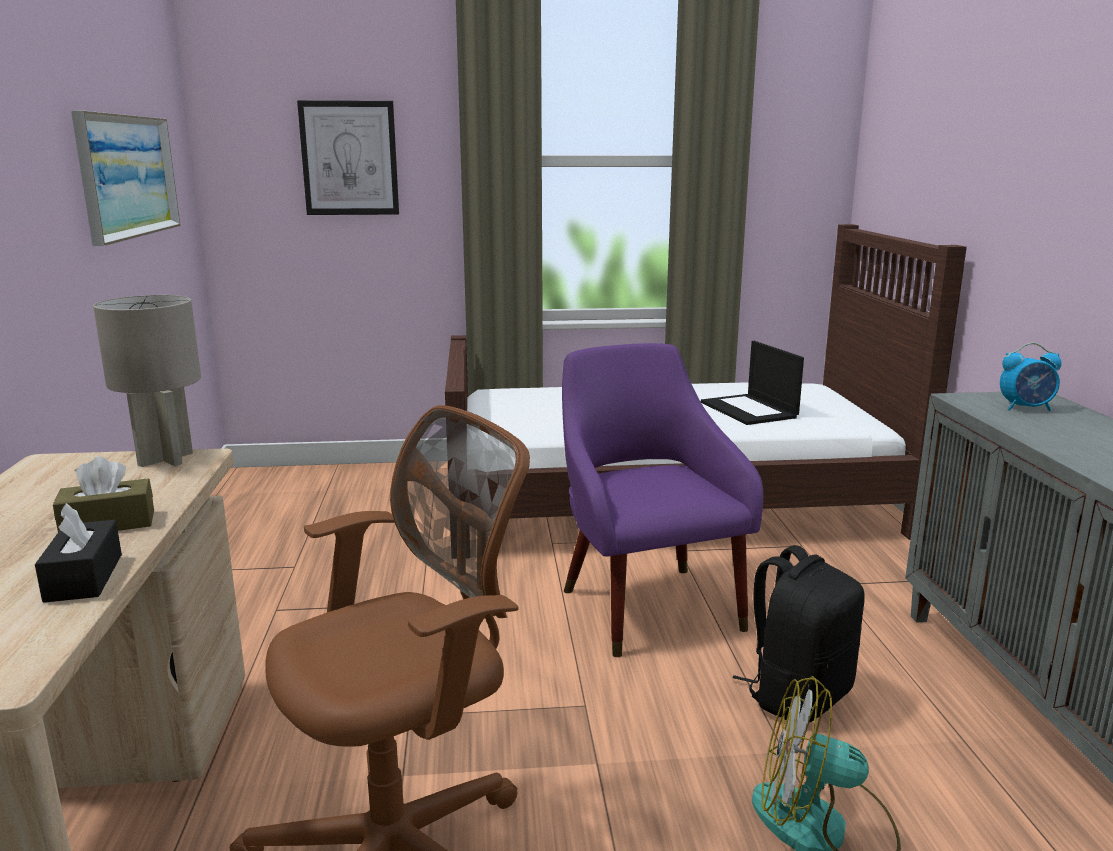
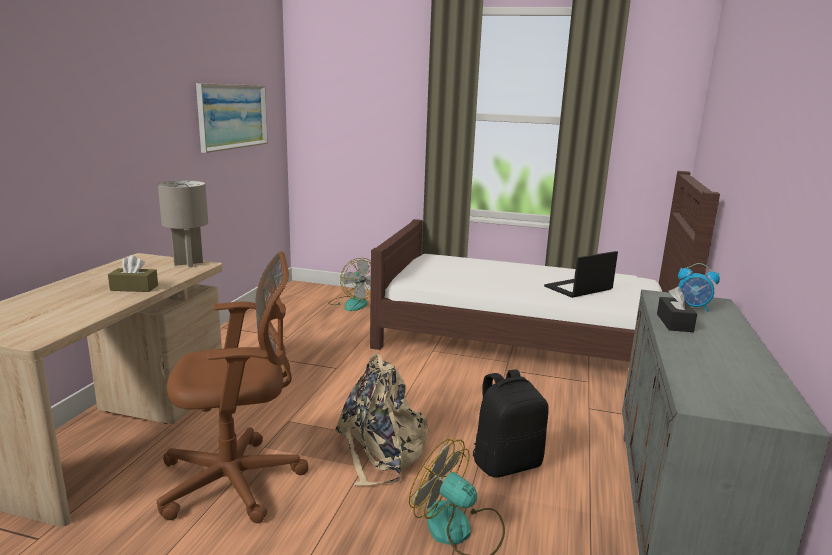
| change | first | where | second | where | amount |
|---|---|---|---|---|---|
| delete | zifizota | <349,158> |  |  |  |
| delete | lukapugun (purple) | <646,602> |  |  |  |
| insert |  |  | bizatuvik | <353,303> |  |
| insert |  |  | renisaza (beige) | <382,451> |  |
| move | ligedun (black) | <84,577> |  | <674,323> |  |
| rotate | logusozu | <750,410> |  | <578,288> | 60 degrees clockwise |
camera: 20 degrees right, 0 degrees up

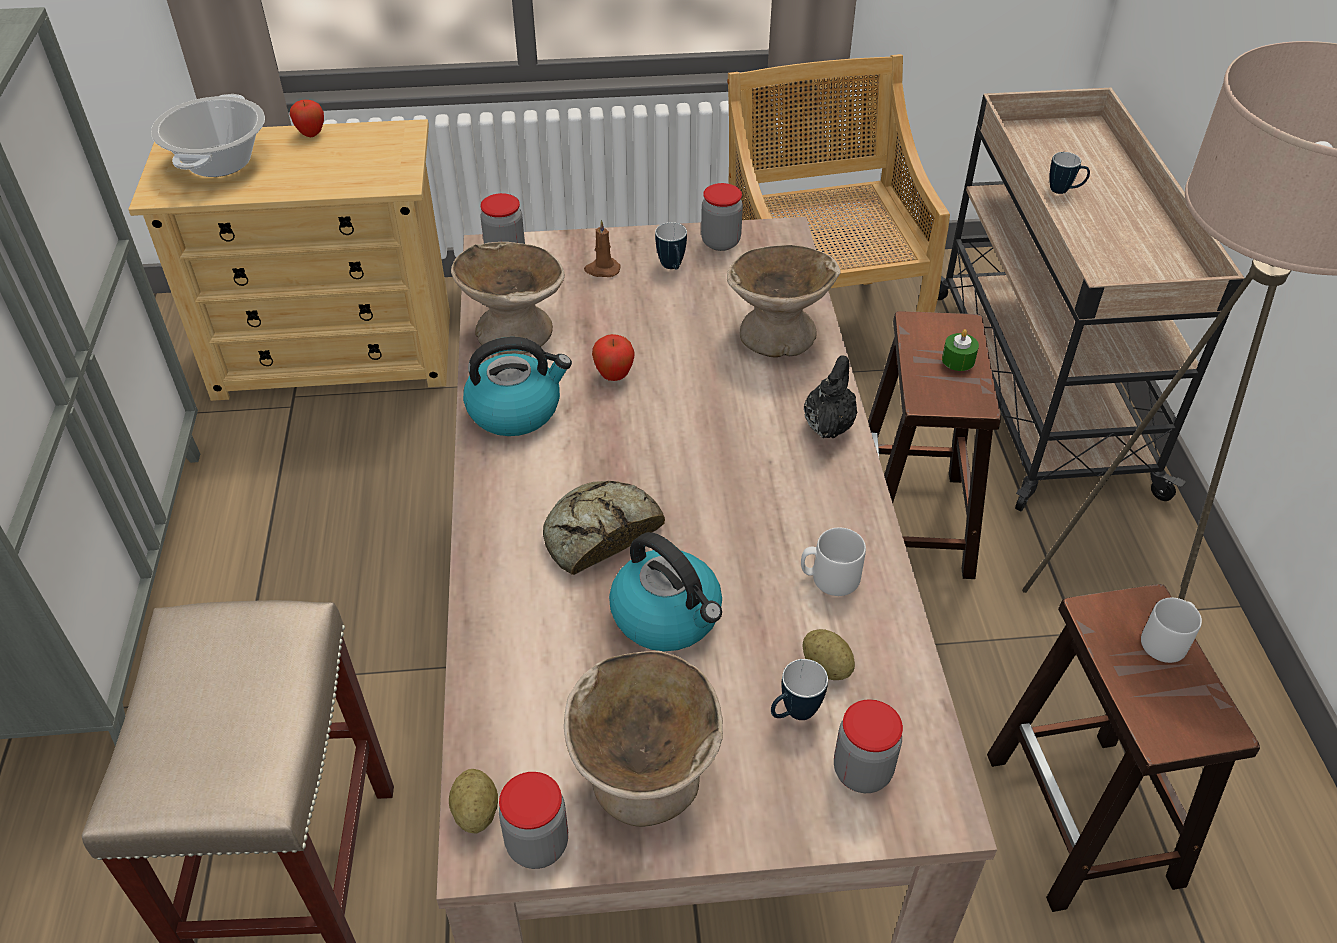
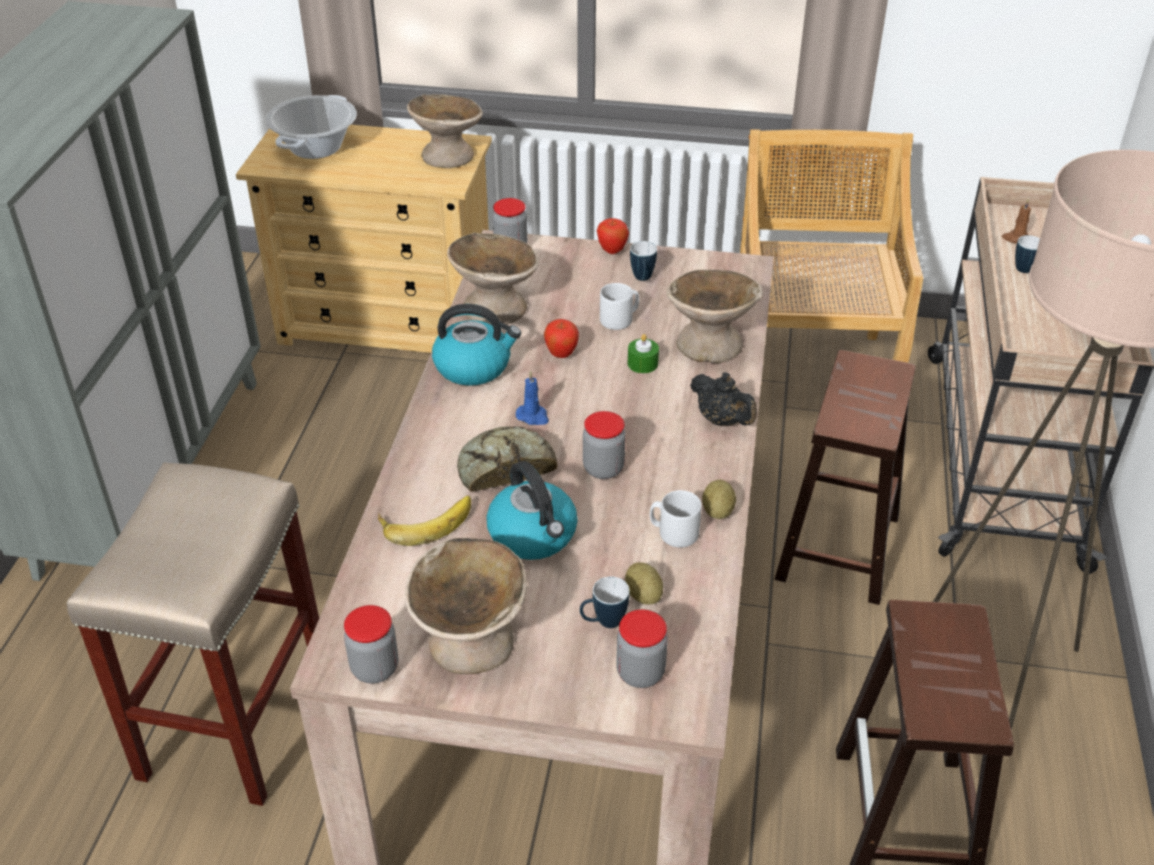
| change | first | where | second | where | amount |
|---|---|---|---|---|---|
| insert |  |  | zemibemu | <426,521> |  |
| insert |  |  | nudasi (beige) | <447,156> |  |
| insert |  |  | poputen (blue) | <533,416> |  |
| move | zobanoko | <311,134> |  | <612,251> |  |
| move | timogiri | <476,812> |  | <717,511> |  |
| move | poputen (brown) | <602,270> |  | <1016,239> |  |
| move | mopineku | <720,242> |  | <603,468> |  |
| move | poputen (green) | <958,360> |  | <642,363> |  |
| move | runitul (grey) | <1166,641> |  | <619,319> |  |
| rotate | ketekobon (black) | <828,425> |  | <722,420> | 105 degrees clockwise |
camera: 15 degrees right, 5 degrees down

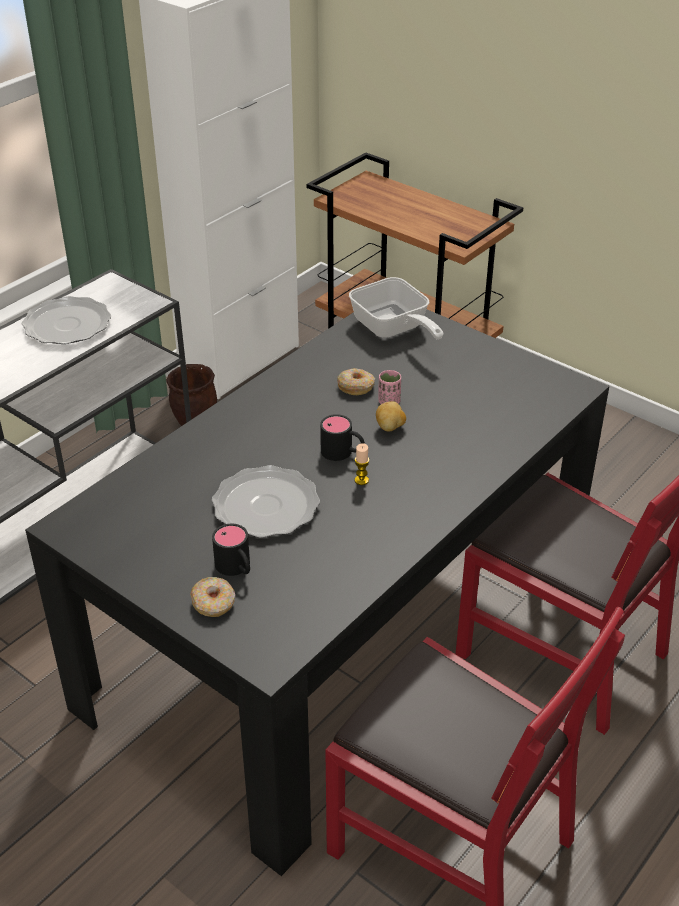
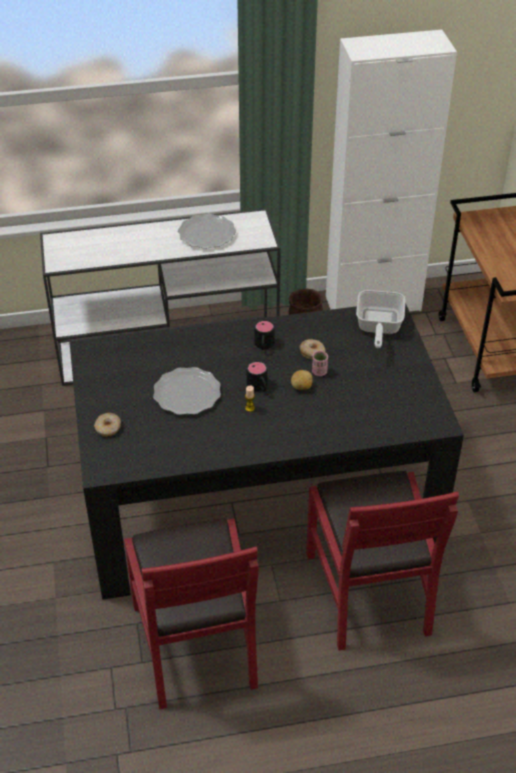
| change | first | where | second | where | amount |
|---|---|---|---|---|---|
| move | runitul (black) | <236,568> |  | <263,345> |  |
camera: 40 degrees right, 5 degrees up

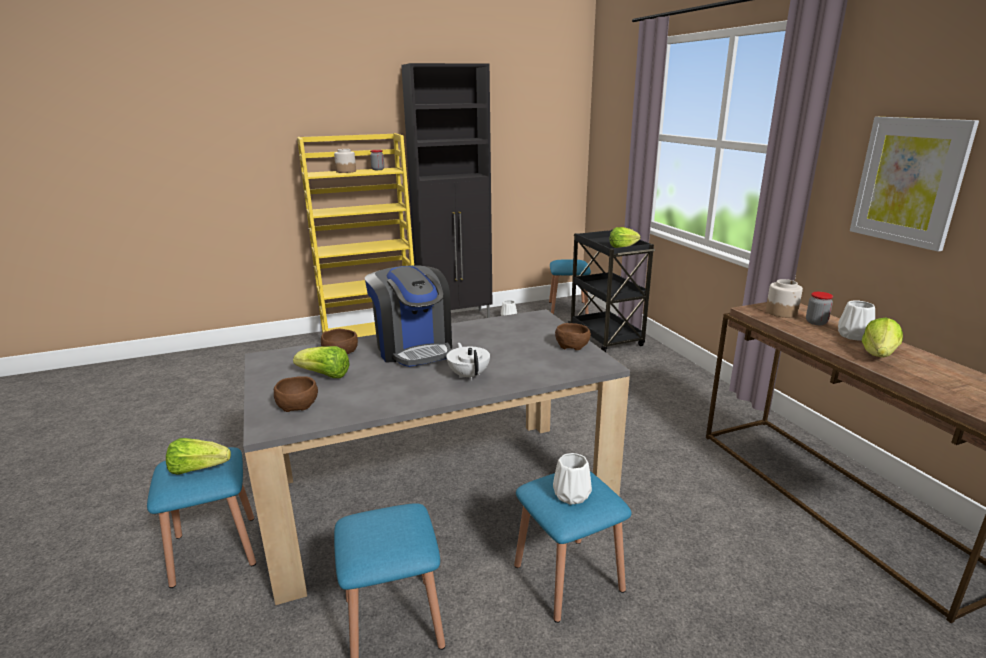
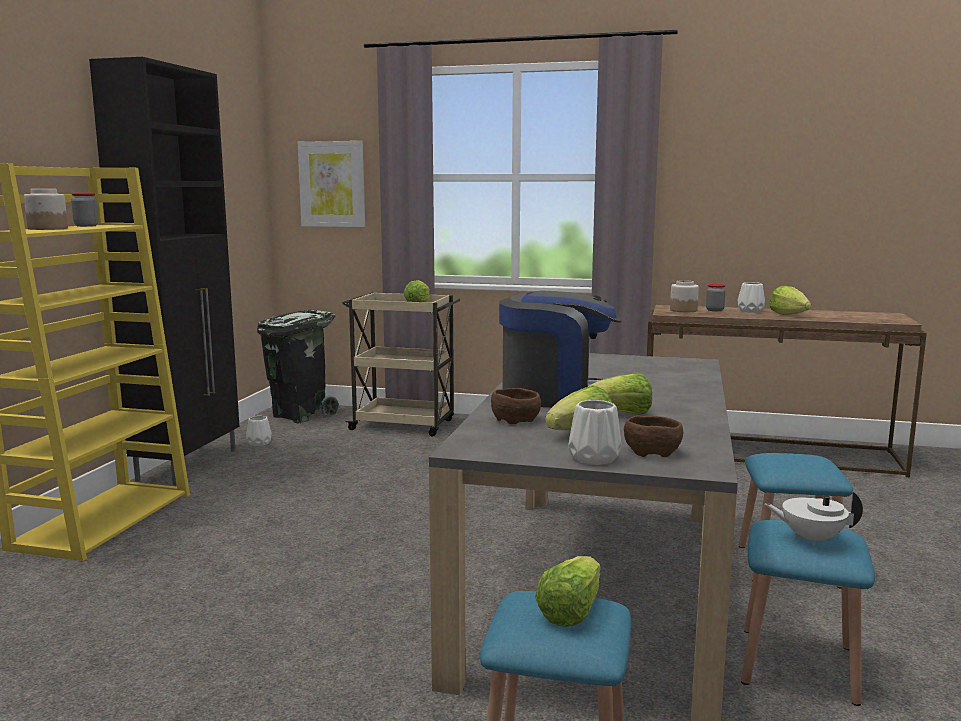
| change | first | where | second | where | amount |
|---|---|---|---|---|---|
| delete | nudasi (brown) | <571,345> |  |  |  |
| insert |  |  | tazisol | <619,415> |  |
| move | ketekobon (white) | <469,375> |  | <811,538> |  |
| move | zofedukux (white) | <570,494> |  | <593,458> |  |
| move | zifizota | <909,181> |  | <332,184> |  |
| replace | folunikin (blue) | <568,308> | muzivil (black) | <300,415> |  |
| recolor | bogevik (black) | <606,338> | bogevik (beige) | <404,425> |  |
camera: 55 degrees left, 10 degrees down

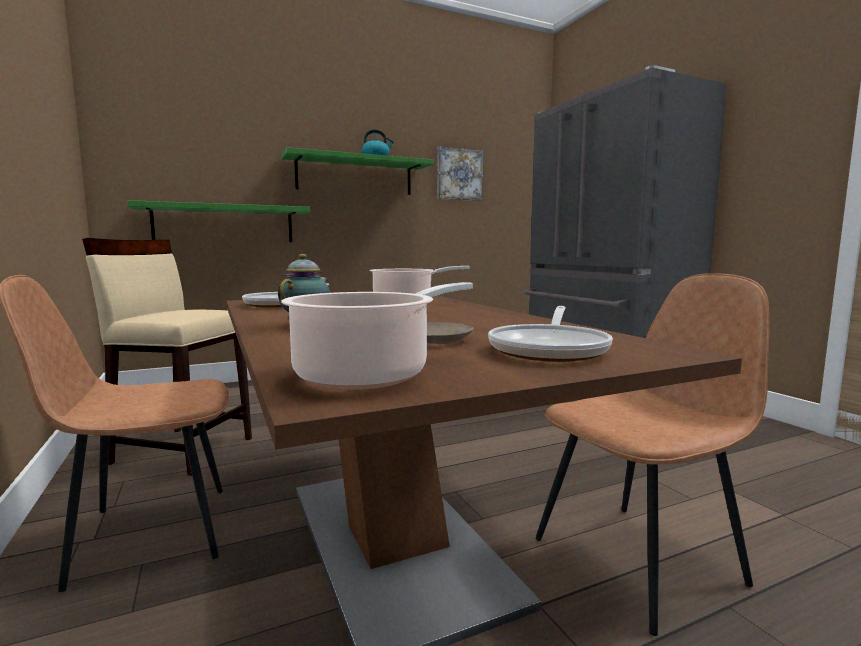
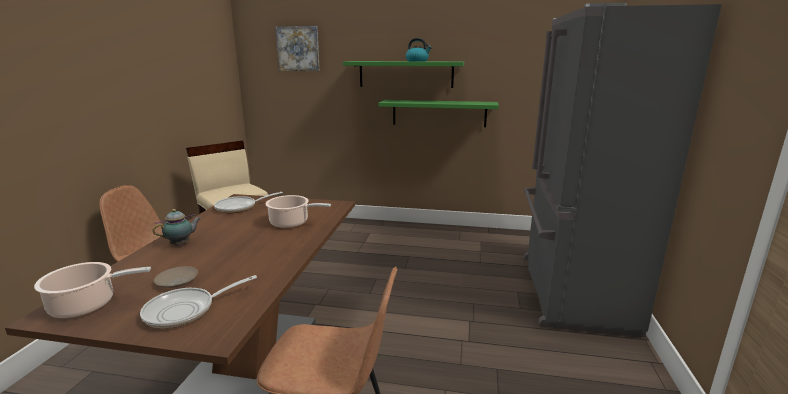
| change | first | where | second | where | amount |
|---|---|---|---|---|---|
| move | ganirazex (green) | <224,224> |  | <439,113> |  |
| move | zifizota | <459,174> |  | <298,48> |  |
camera: 35 degrees right, 10 degrees up

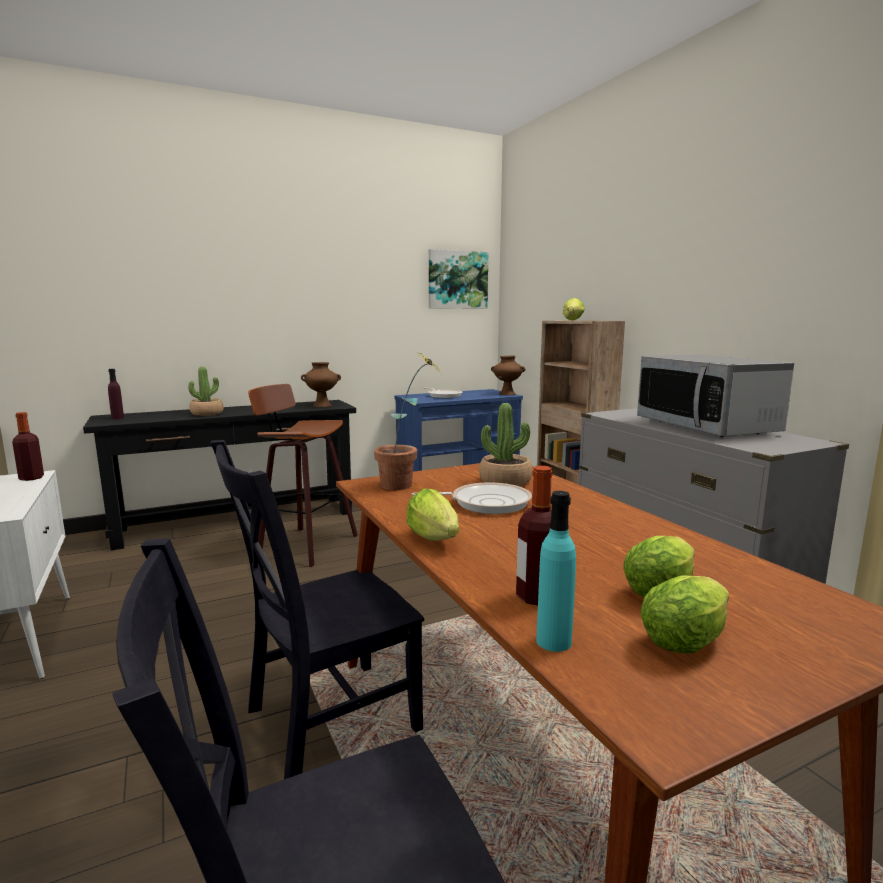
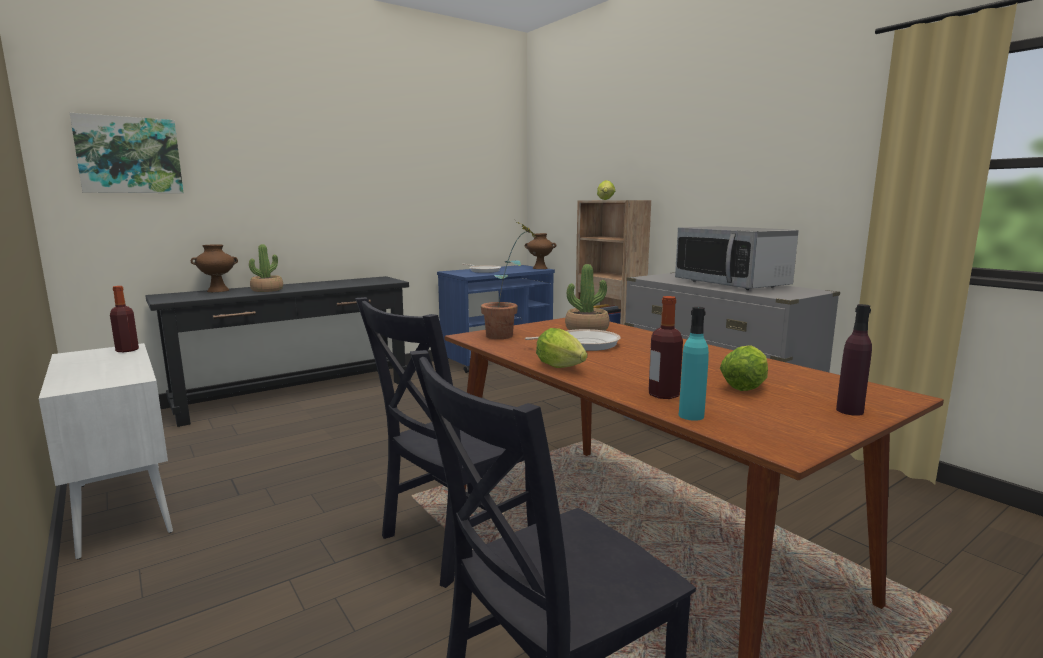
| change | first | where | second | where | amount |
|---|---|---|---|---|---|
| delete | folunikin | <304,545> |  |  |  |
| delete | tazisol | <688,639> |  |  |  |
| move | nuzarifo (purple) | <117,418> |  | <849,411> |  |
| move | zofedukux (brown) | <322,405> |  | <218,290> |  |
| move | zifizota | <457,280> |  | <129,155> |  |
camera: 10 degrees left, 0 degrees up

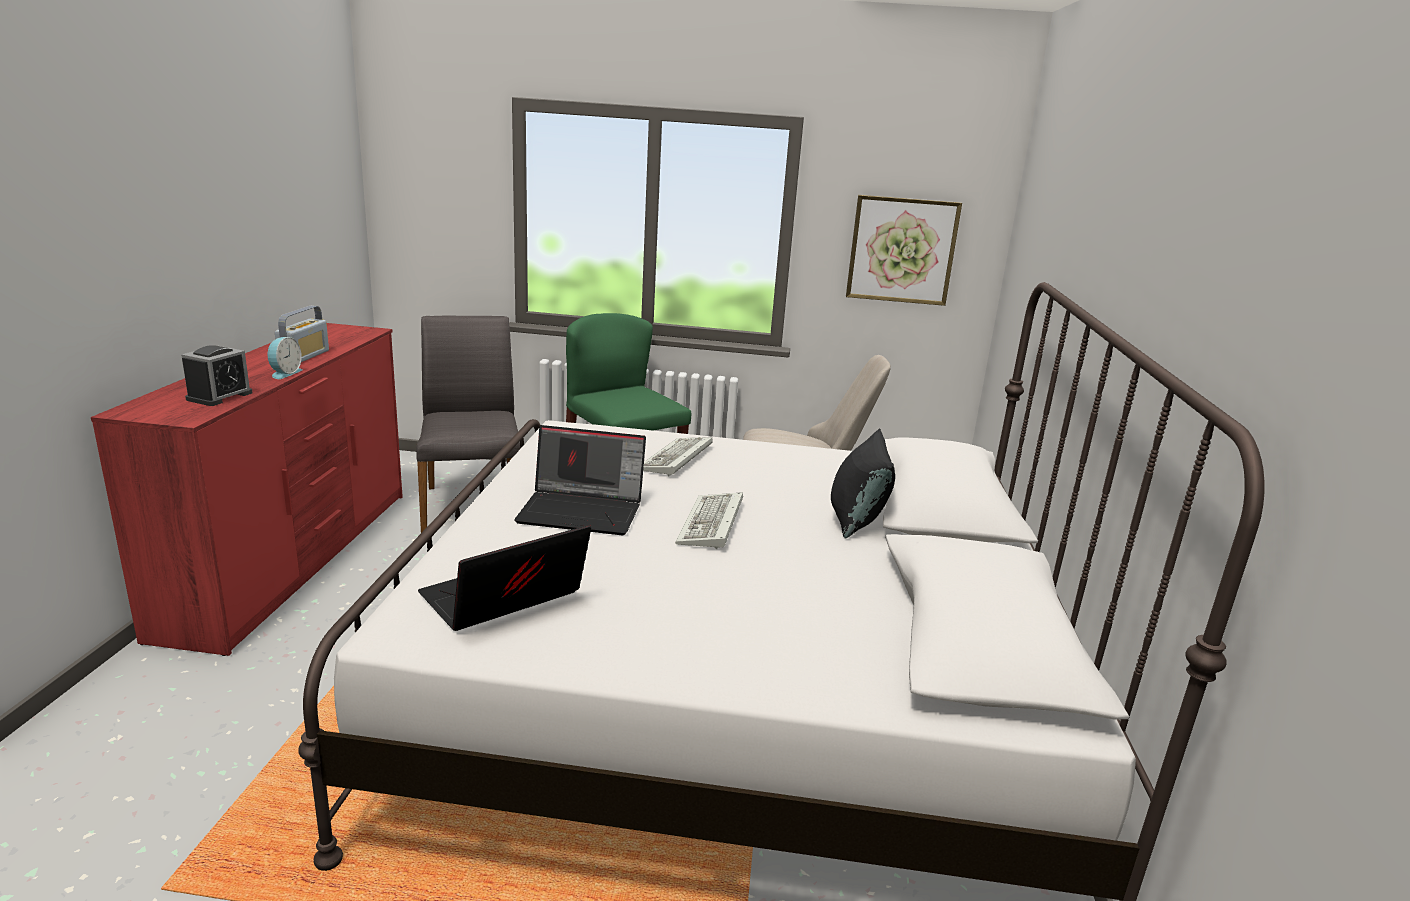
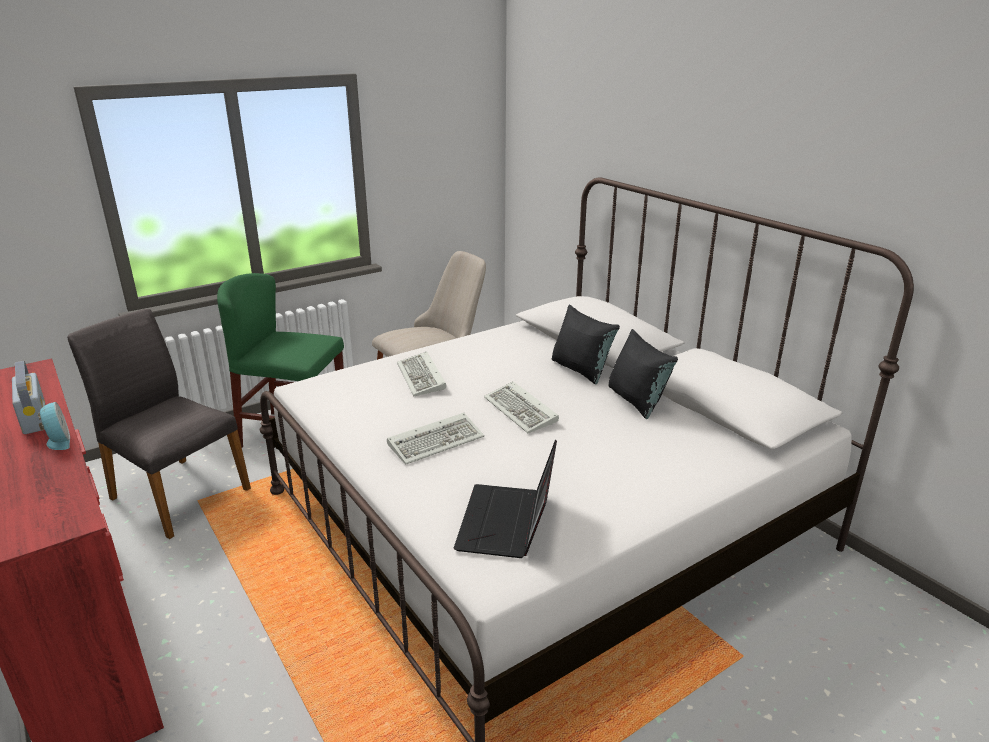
| change | first | where | second | where | amount |
|---|---|---|---|---|---|
| delete | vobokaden | <219,396> |  |  |  |
| delete | zifizota | <902,250> |  |  |  |
| insert |  |  | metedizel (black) | <636,401> |  |
| replace | logusozu | <583,511> | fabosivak | <437,441> |  |
camera: 40 degrees left, 5 degrees up

